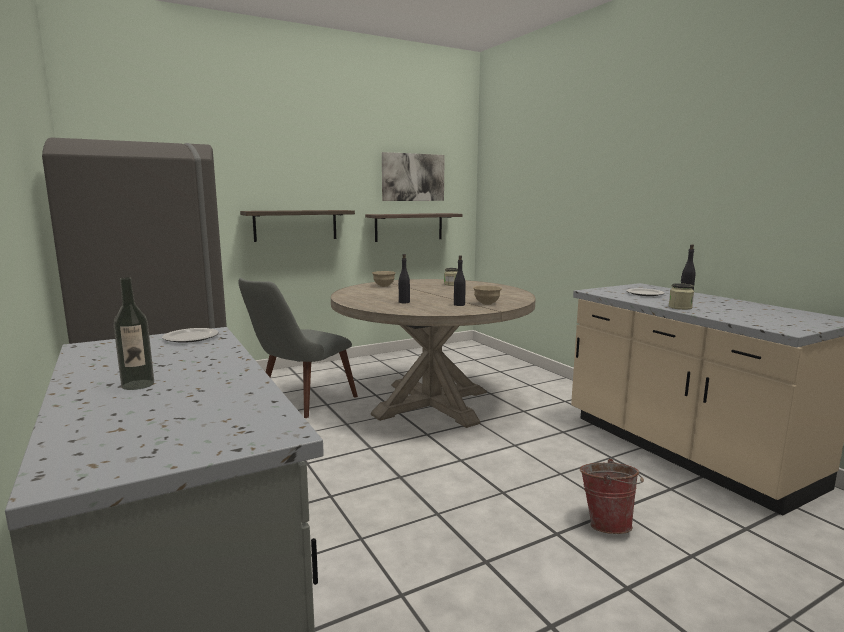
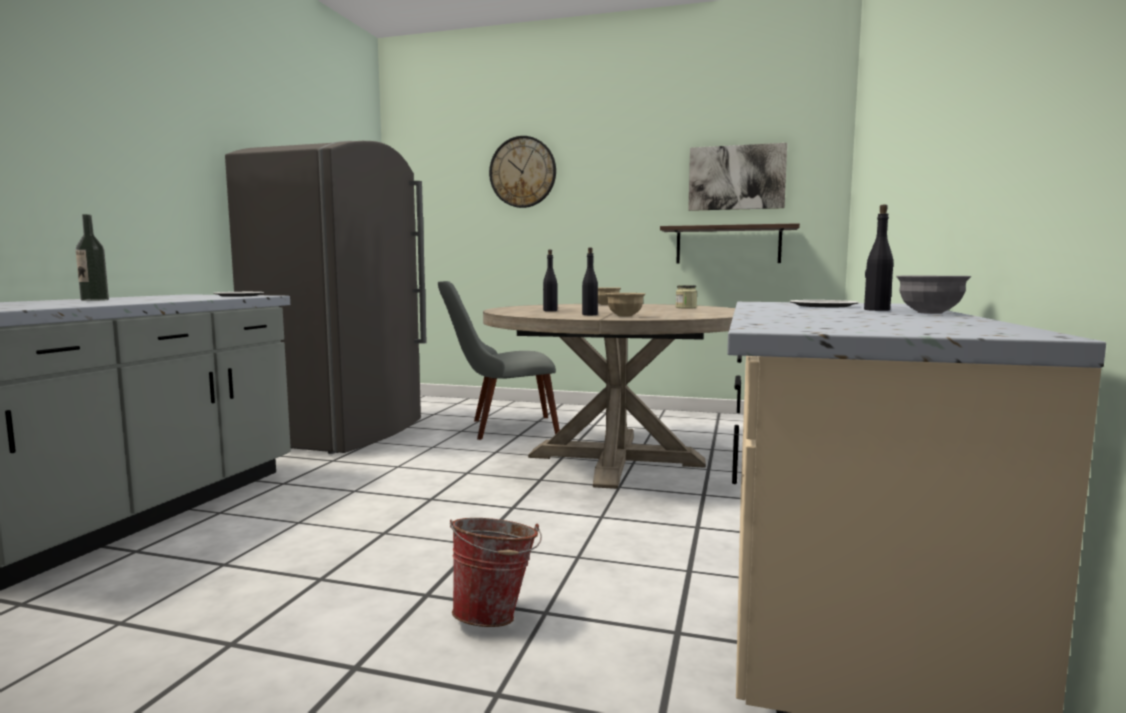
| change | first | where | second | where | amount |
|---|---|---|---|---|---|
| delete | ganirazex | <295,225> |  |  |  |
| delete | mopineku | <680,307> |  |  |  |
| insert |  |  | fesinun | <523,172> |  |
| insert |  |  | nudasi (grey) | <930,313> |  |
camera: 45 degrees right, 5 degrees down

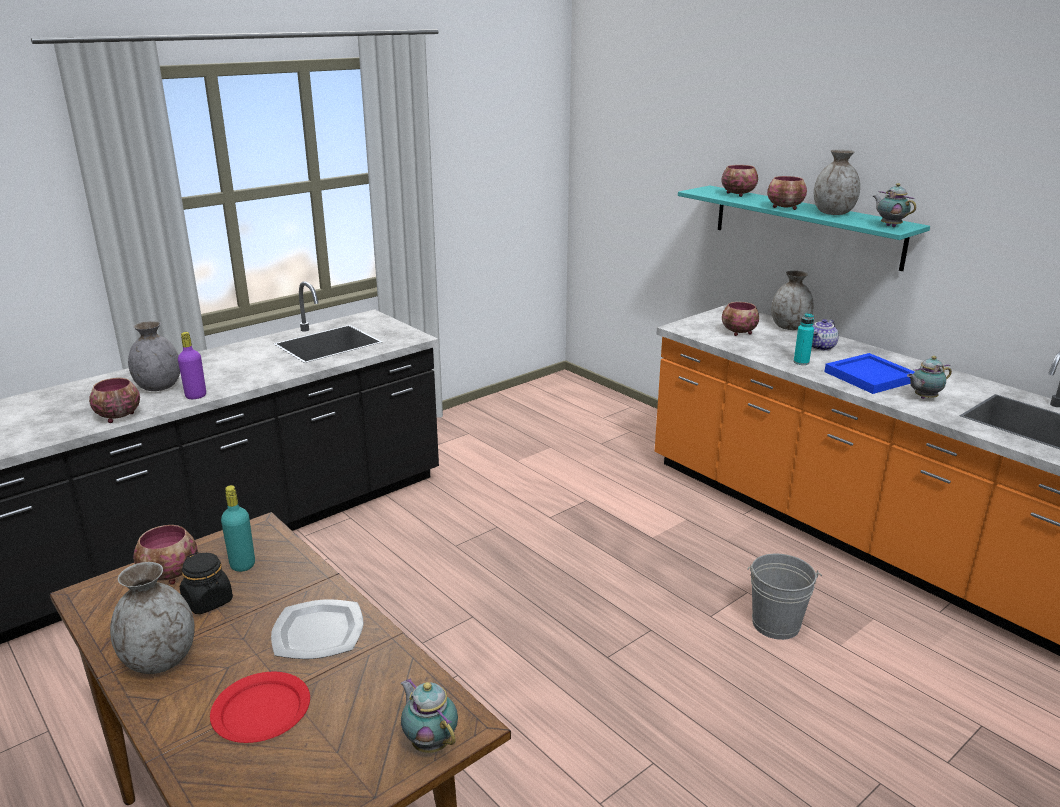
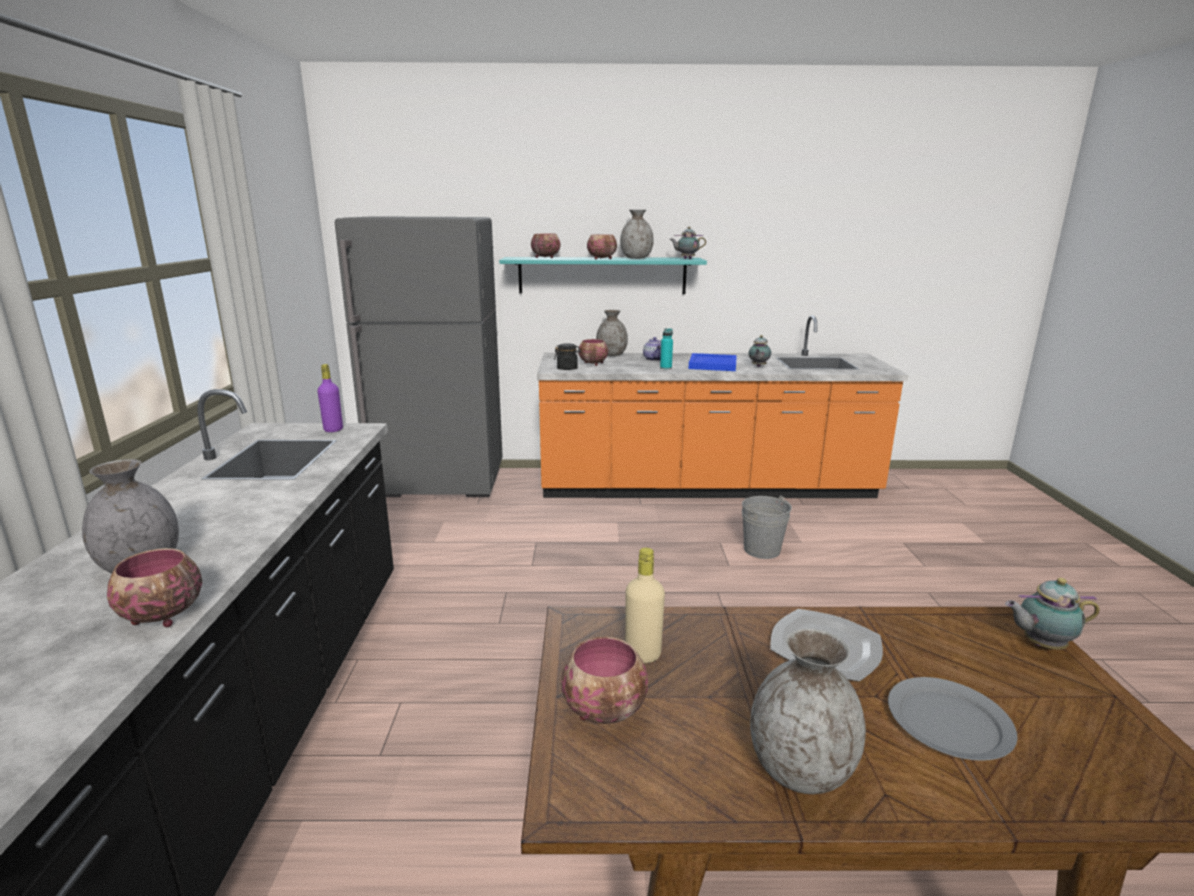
| change | first | where | second | where | amount |
|---|---|---|---|---|---|
| insert |  |  | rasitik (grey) | <440,486> |  |
| move | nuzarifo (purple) | <196,396> |  | <333,429> |  |
| move | mopineku (black) | <208,601> |  | <567,368> |  |
| recolor | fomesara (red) | <260,711> | fomesara (grey) | <949,722> |  |
| recolor | nuzarifo (turquoise) | <242,565> | nuzarifo (beige) | <643,654> |  |
camera: 50 degrees left, 5 degrees down

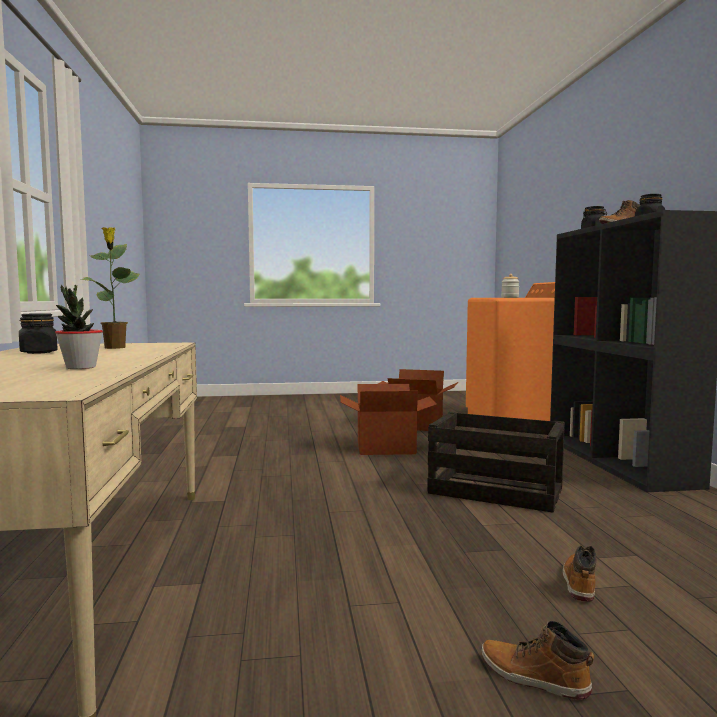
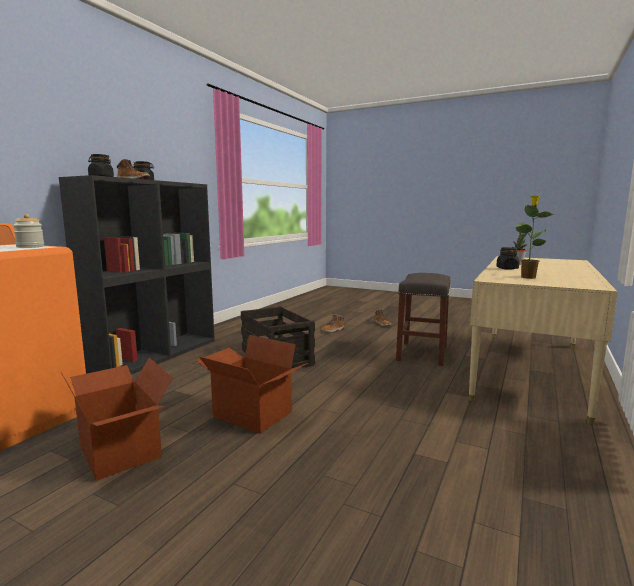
| change | first | where | second | where | amount |
|---|---|---|---|---|---|
| insert |  |  | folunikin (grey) | <421,353> |  |
| move | mopineku (black) | <39,352> |  | <507,268> |  |
camera: 145 degrees left, 5 degrees up

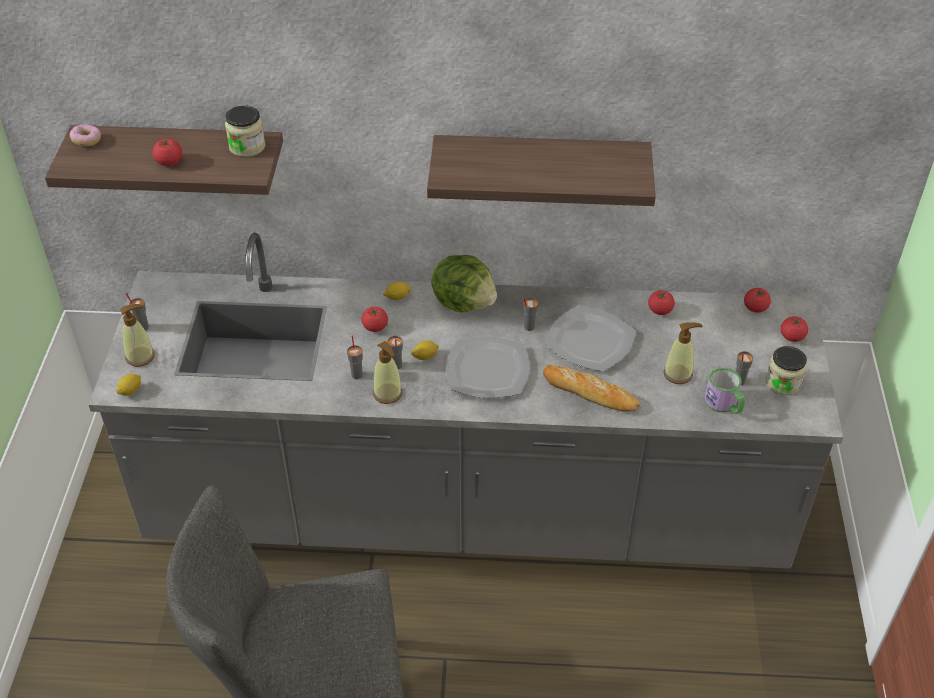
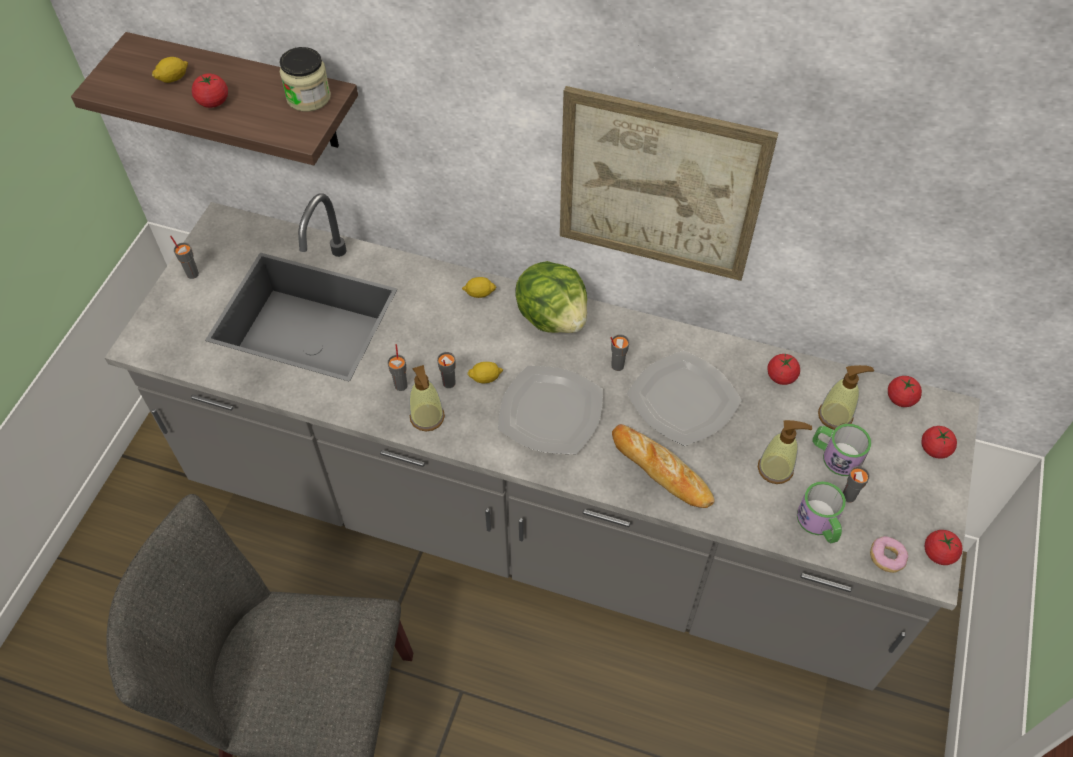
| change | first | where | second | where | amount |
|---|---|---|---|---|---|
| delete | mopineku | <782,383> |  |  |  |
| insert |  |  | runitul | <835,456> |  |
| move | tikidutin | <87,141> |  | <886,558> |  |
| move | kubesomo | <131,390> |  | <173,78> |  |
| move | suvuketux | <140,356> |  | <835,415> |  |
| move | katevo | <375,327> |  | <938,553> |  |
| replace | ganirazex | <540,169> | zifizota | <659,186> |  |
camera: 15 degrees right, 10 degrees up

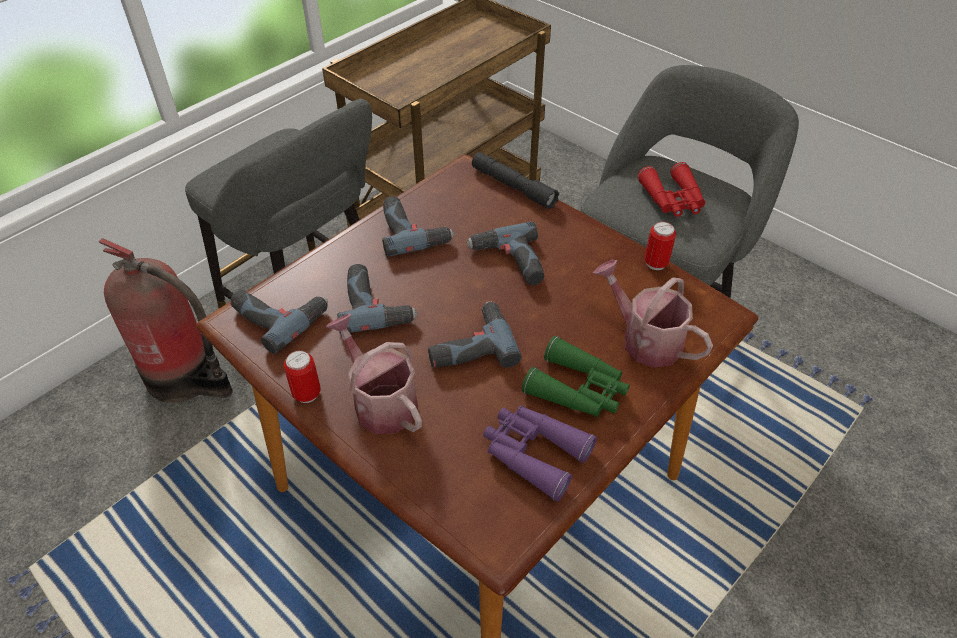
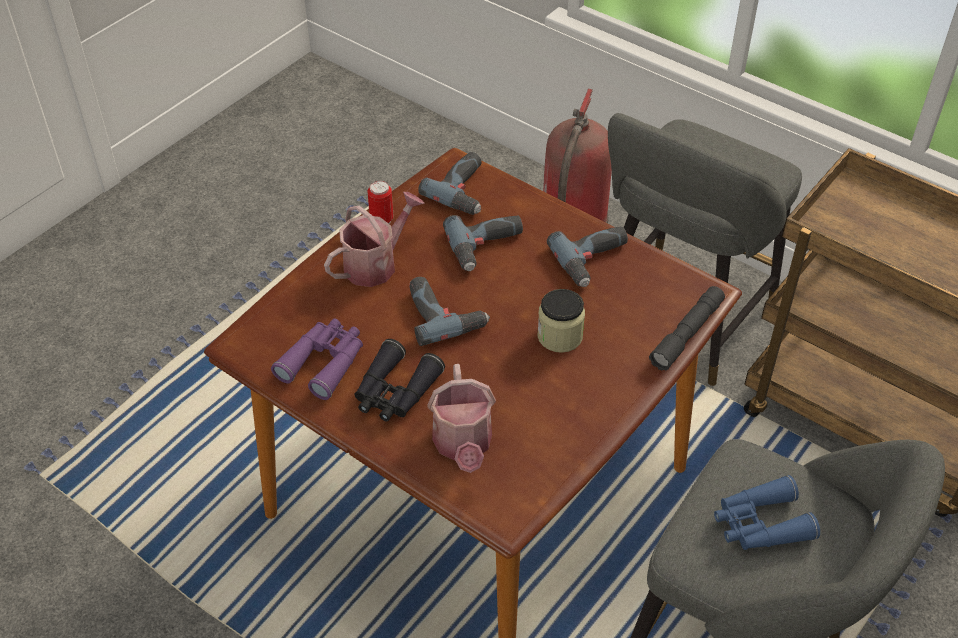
| change | first | where | second | where | amount |
|---|---|---|---|---|---|
| delete | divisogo | <656,263> |  |  |  |
| replace | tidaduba | <509,262> | mopineku | <560,336> |  |
| recolor | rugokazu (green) | <578,390> | rugokazu (black) | <395,392> |  |
| recolor | rugokazu (red) | <672,200> | rugokazu (blue) | <760,524> |  |
| rotate | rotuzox | <644,339> |  | <463,445> | 135 degrees clockwise |
camera: 85 degrees right, 0 degrees up

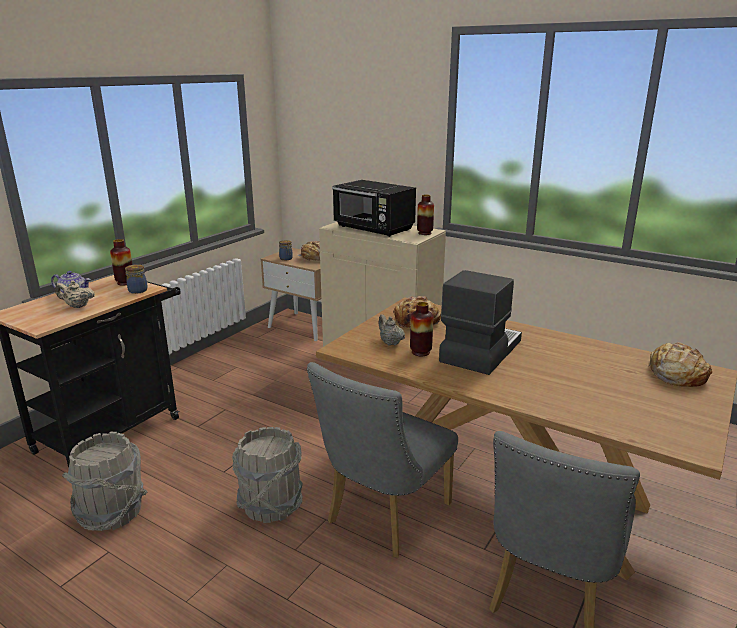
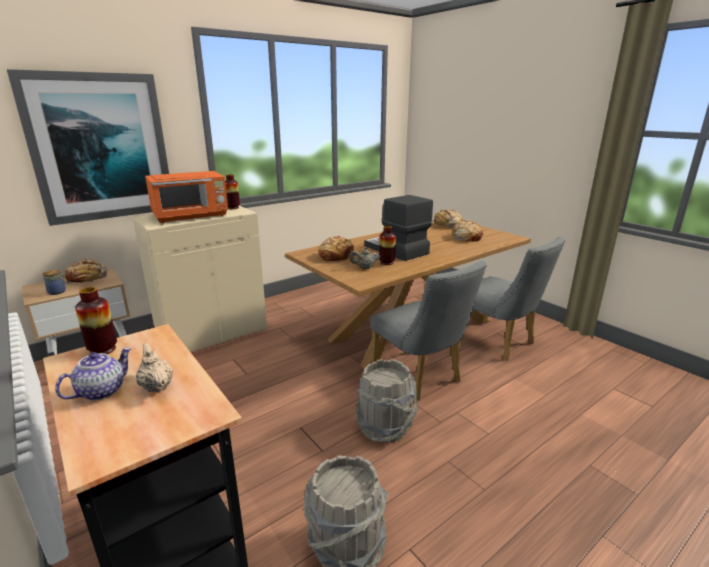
| change | first | where | second | where | amount |
|---|---|---|---|---|---|
| delete | mopineku | <137,290> |  |  |  |
| insert |  |  | zifizota | <100,148> |  |
| insert |  |  | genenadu | <466,237> |  |
| recolor | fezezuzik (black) | <374,229> | fezezuzik (orange) | <191,216> |  |
| rotate | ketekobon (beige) | <77,306> |  | <156,386> | 120 degrees clockwise |
camera: 70 degrees left, 0 degrees up

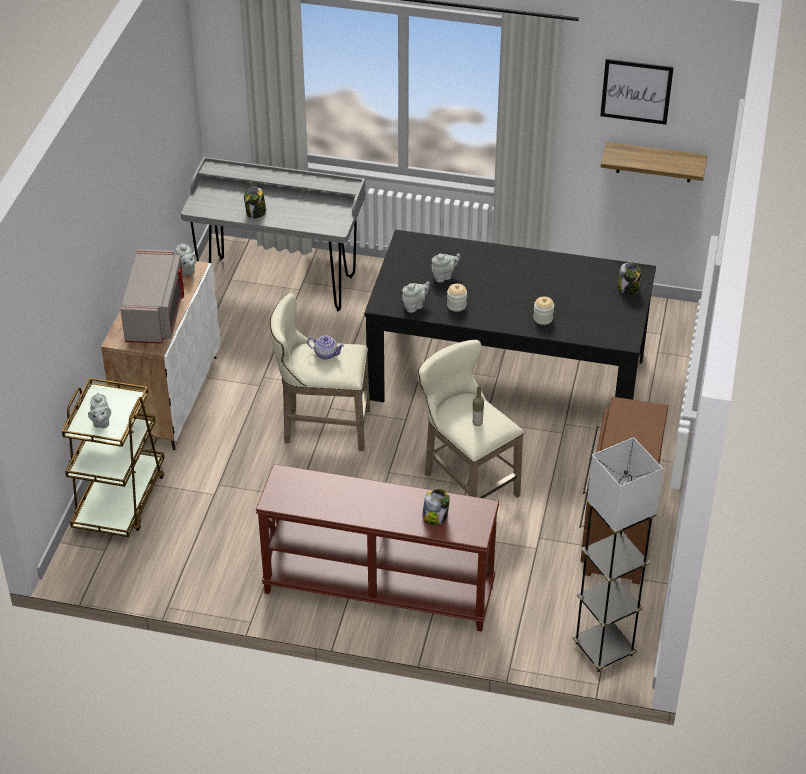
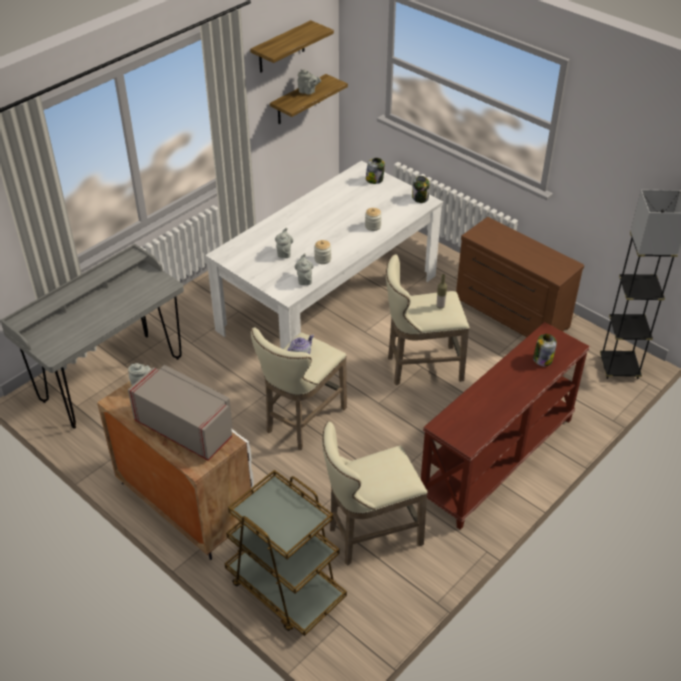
| change | first | where | second | where | amount |
|---|---|---|---|---|---|
| insert |  |  | folunikin (beige) | <369,535> |  |
| move | ketekobon (grey) | <101,422> |  | <308,92> |  |
| move | mopineku | <256,213> |  | <420,198> |  |
| replace | zifizota | <636,91> | ganirazex | <281,47> |  |
| recolor | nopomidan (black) | <507,376> | nopomidan (white) | <328,302> |  |
camera: 60 degrees left, 0 degrees up

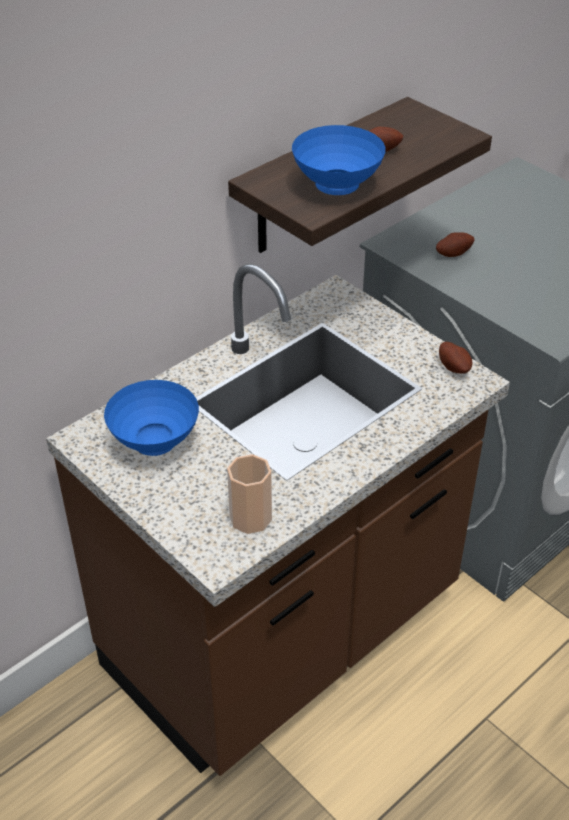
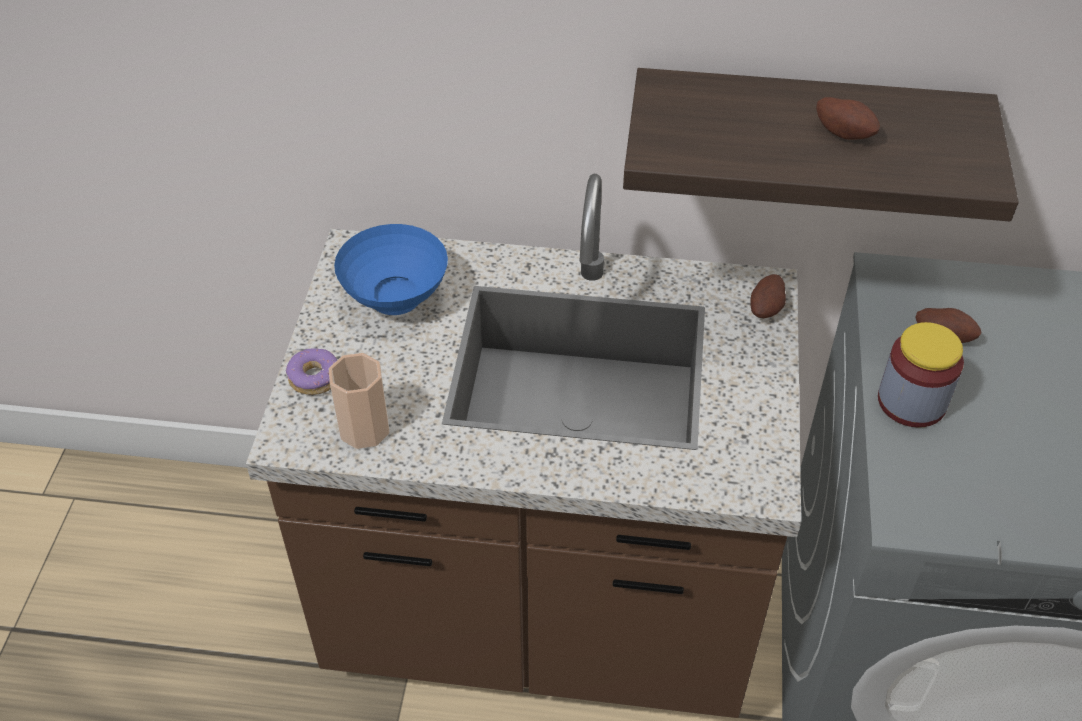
| change | first | where | second | where | amount |
|---|---|---|---|---|---|
| delete | nudasi (blue) | <337,186> |  |  |  |
| insert |  |  | tikidutin | <315,378> |  |
| insert |  |  | mopineku | <911,401> |  |
| move | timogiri | <454,367> |  | <767,309> |  |
camera: 50 degrees right, 5 degrees up

